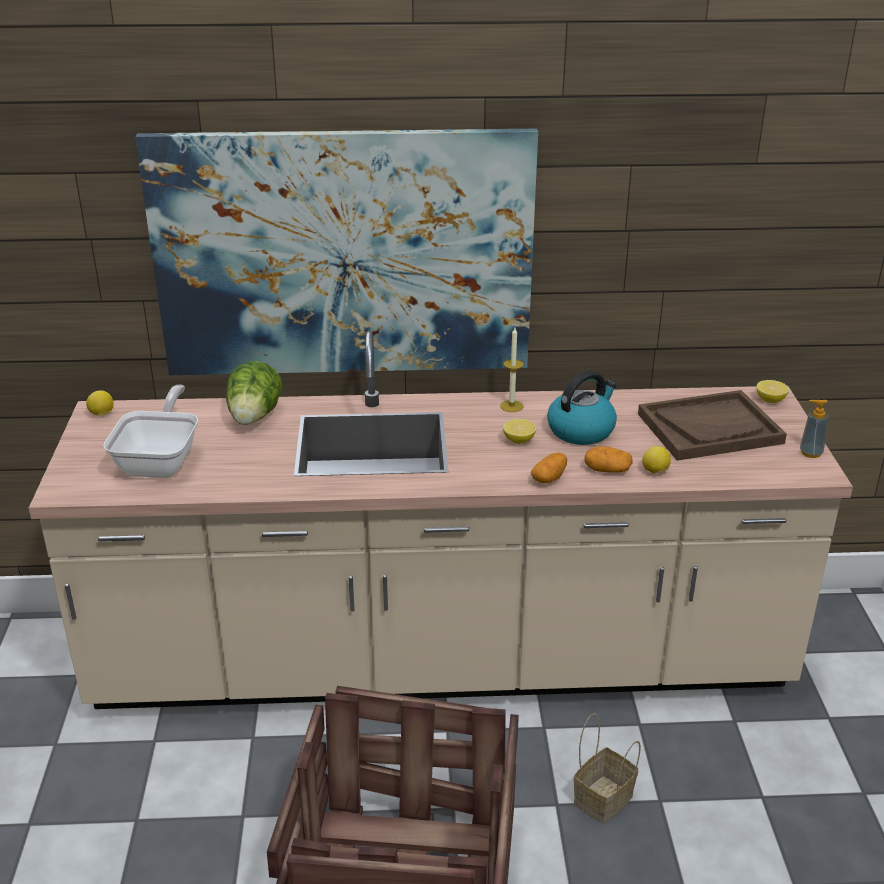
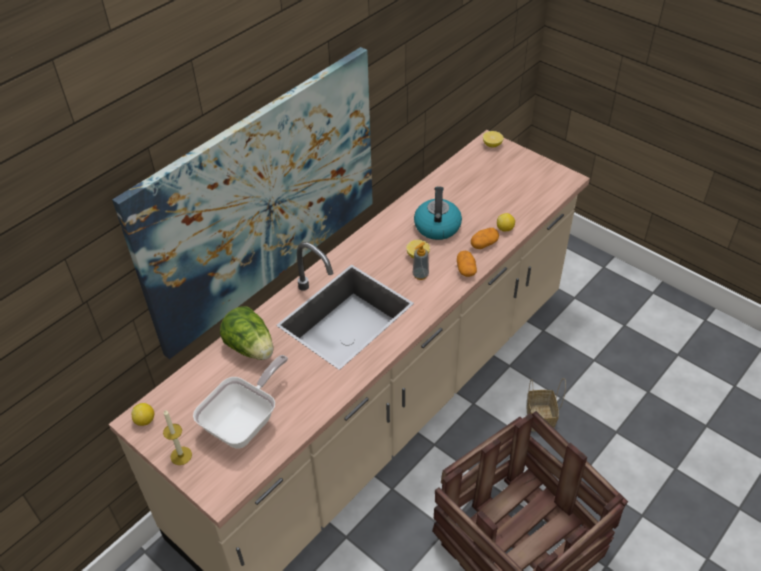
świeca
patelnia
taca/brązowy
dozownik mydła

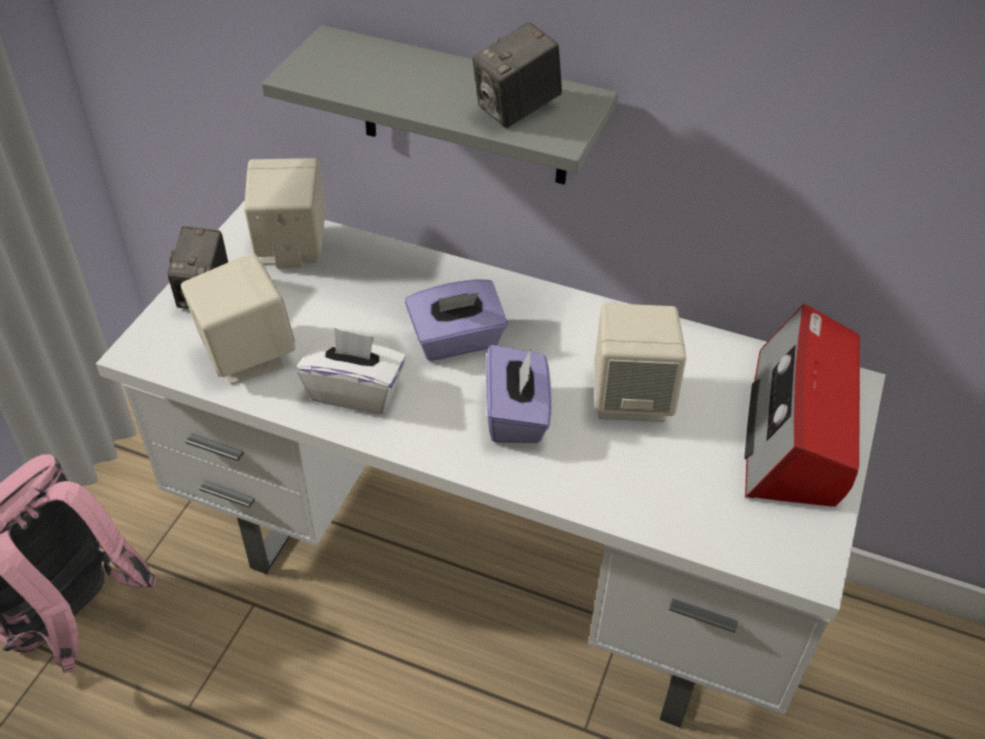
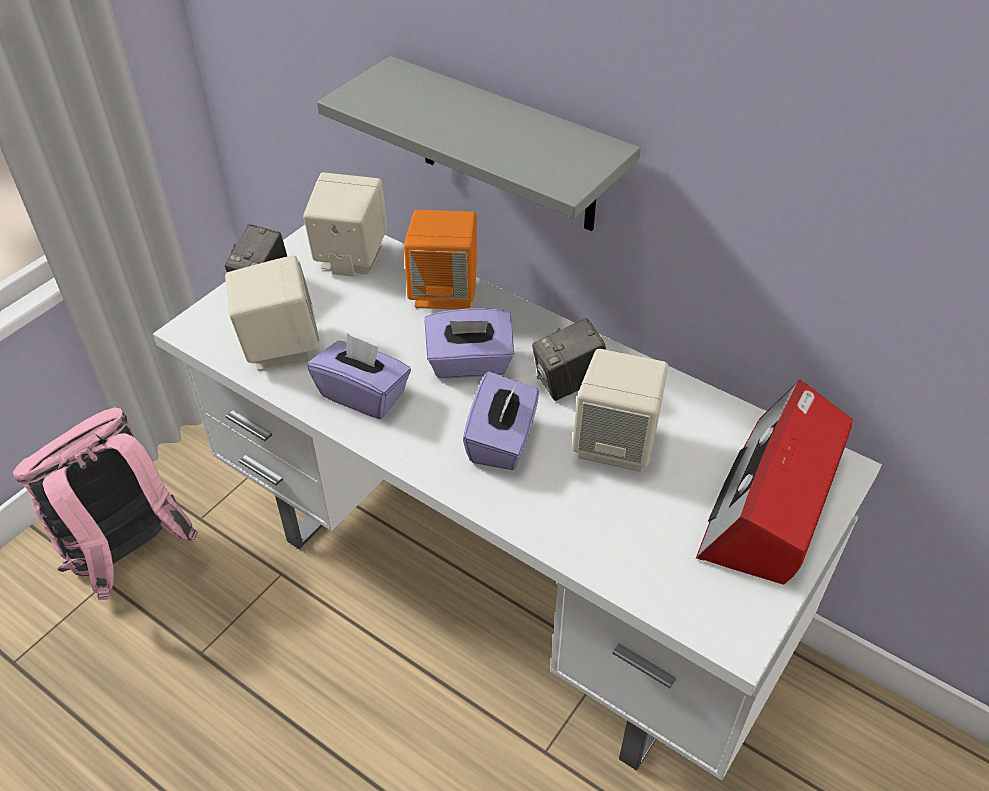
aparat fotograficzny (no. 2 from left)
pudełko chusteczek/fioletowy (no. 1 from left)
głośnik/pomarańczowy

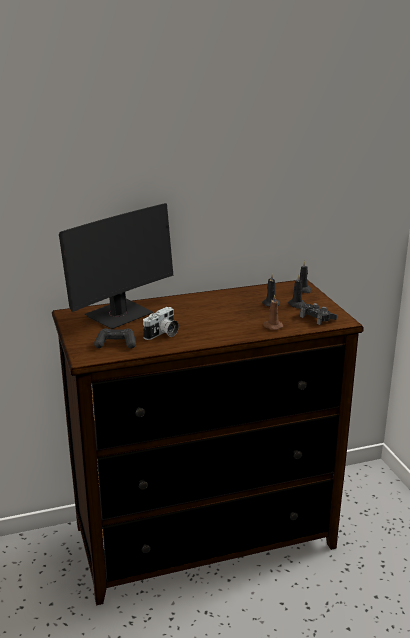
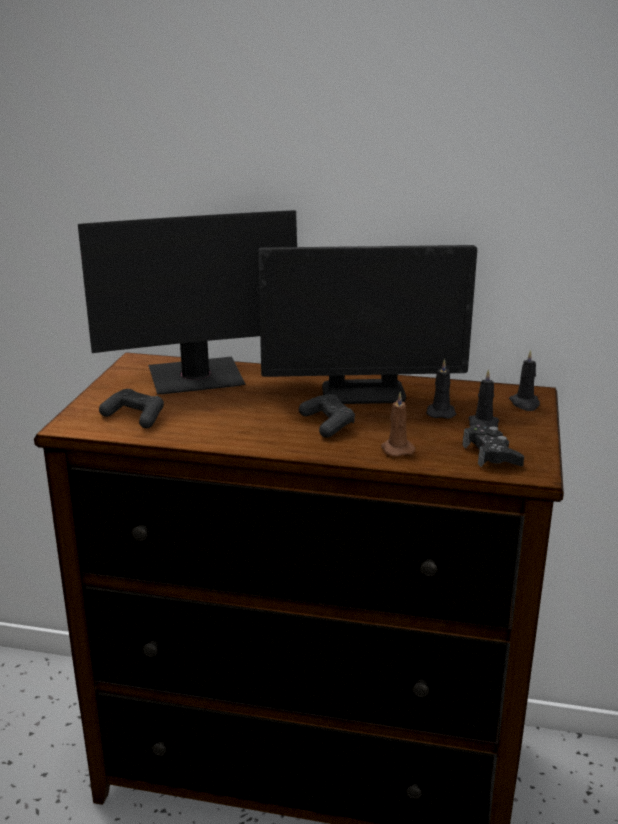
aparat fotograficzny
monitor (no. 2 from left)
pad do gier/czarny (no. 2 from left)

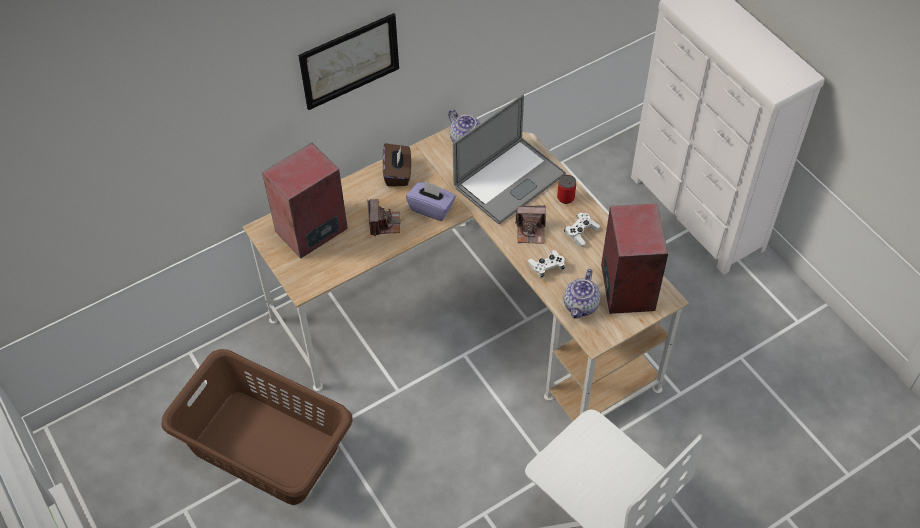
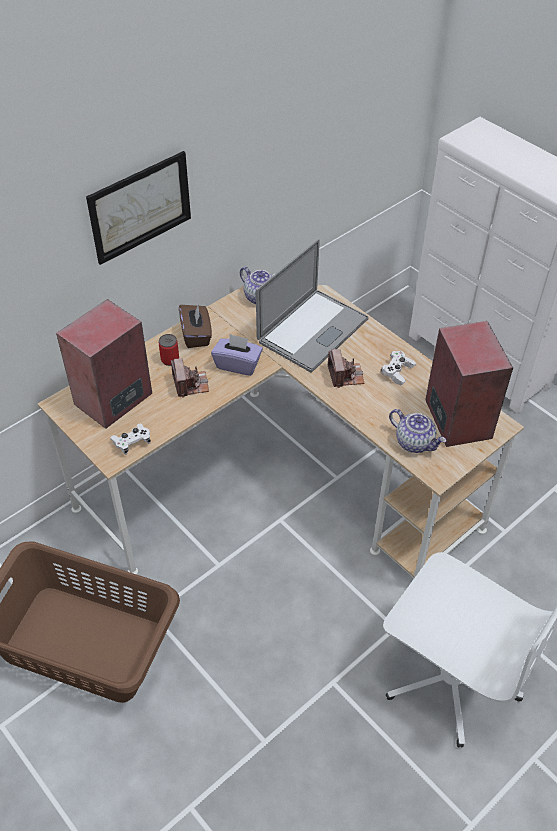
puszka
aparat fotograficzny (no. 2 from left)
pad do gier/biały (no. 1 from left)
imbryk (no. 2 from left)

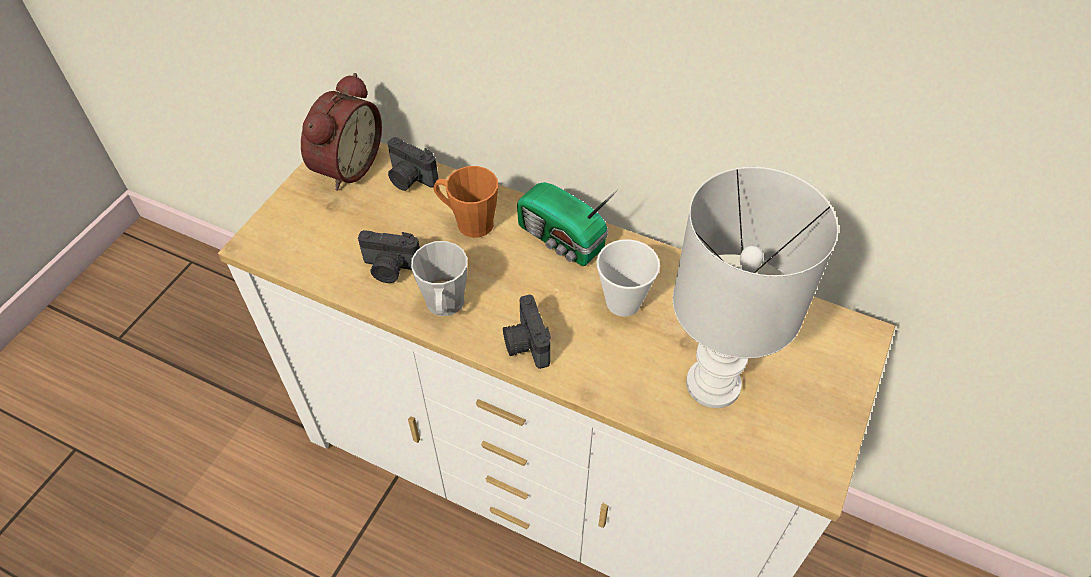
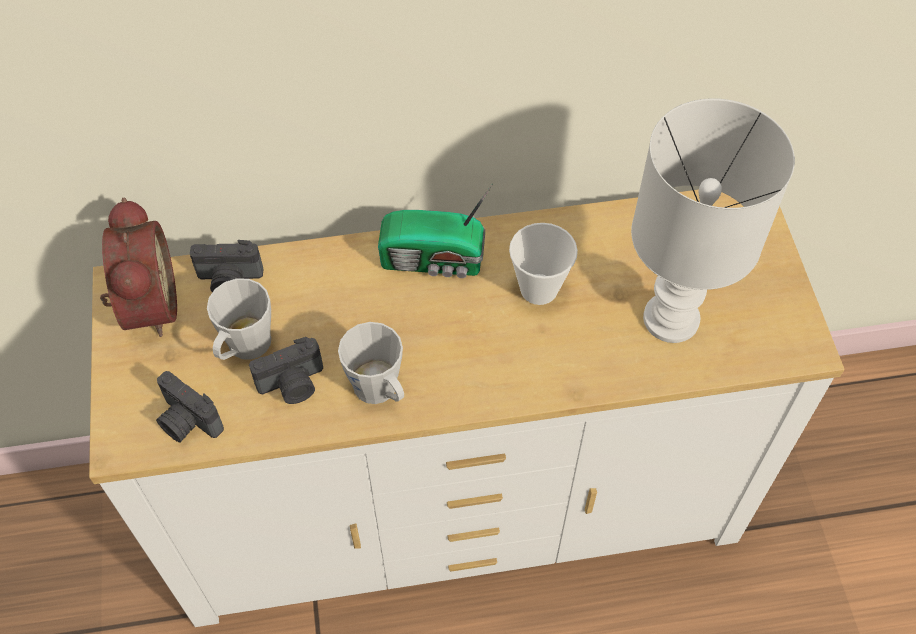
kubek/pomarańczowy
aparat fotograficzny (no. 1 from left)
kubek/szary (no. 1 from left)

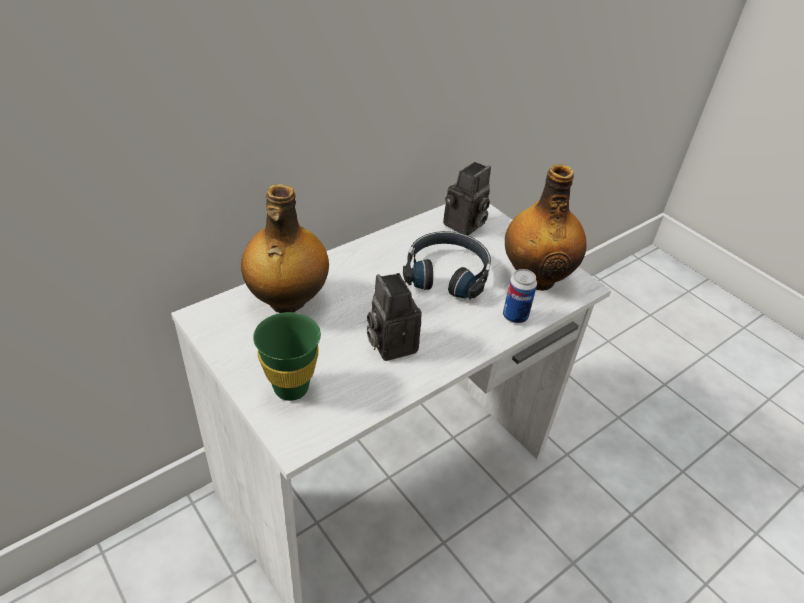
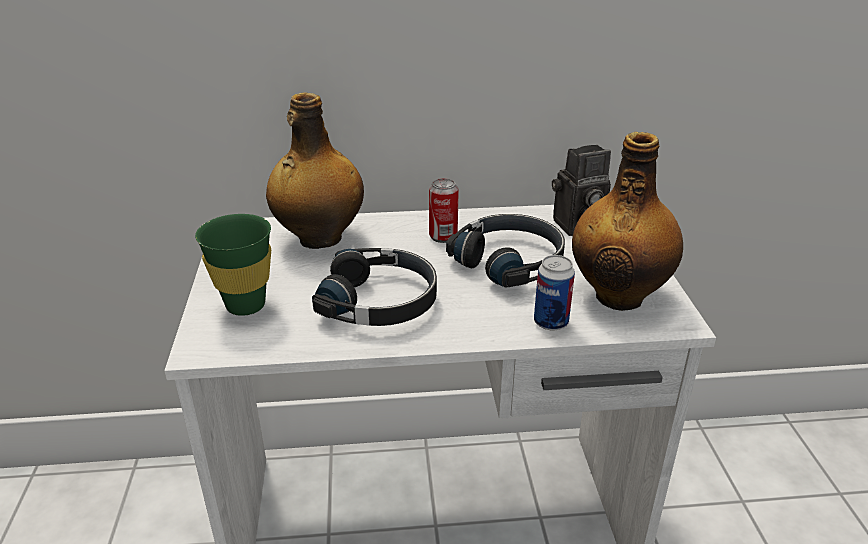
słuchawki/czarny (no. 1 from left)
puszka (no. 1 from left)

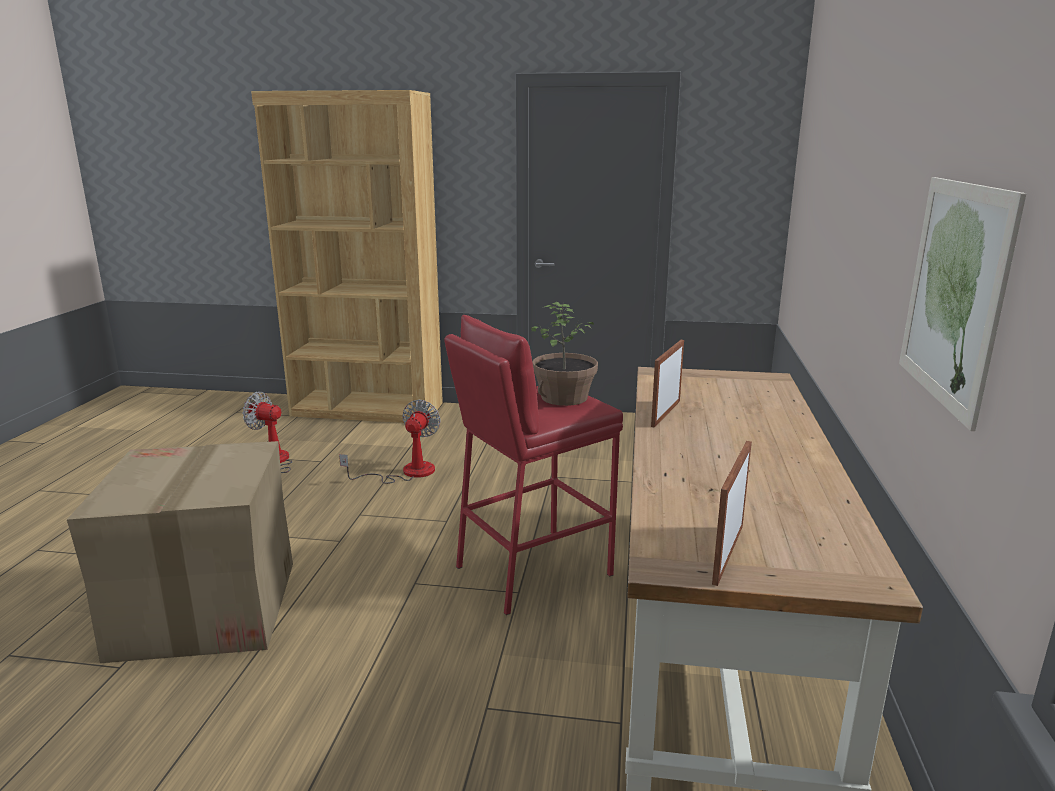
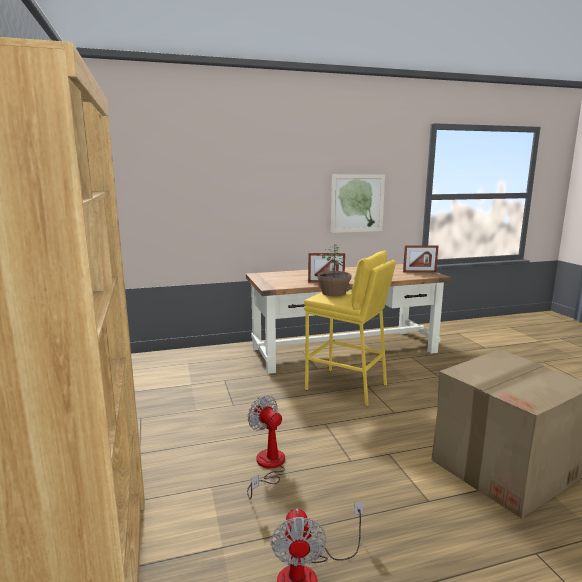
stołek/żółty
wentylator (no. 1 from left)

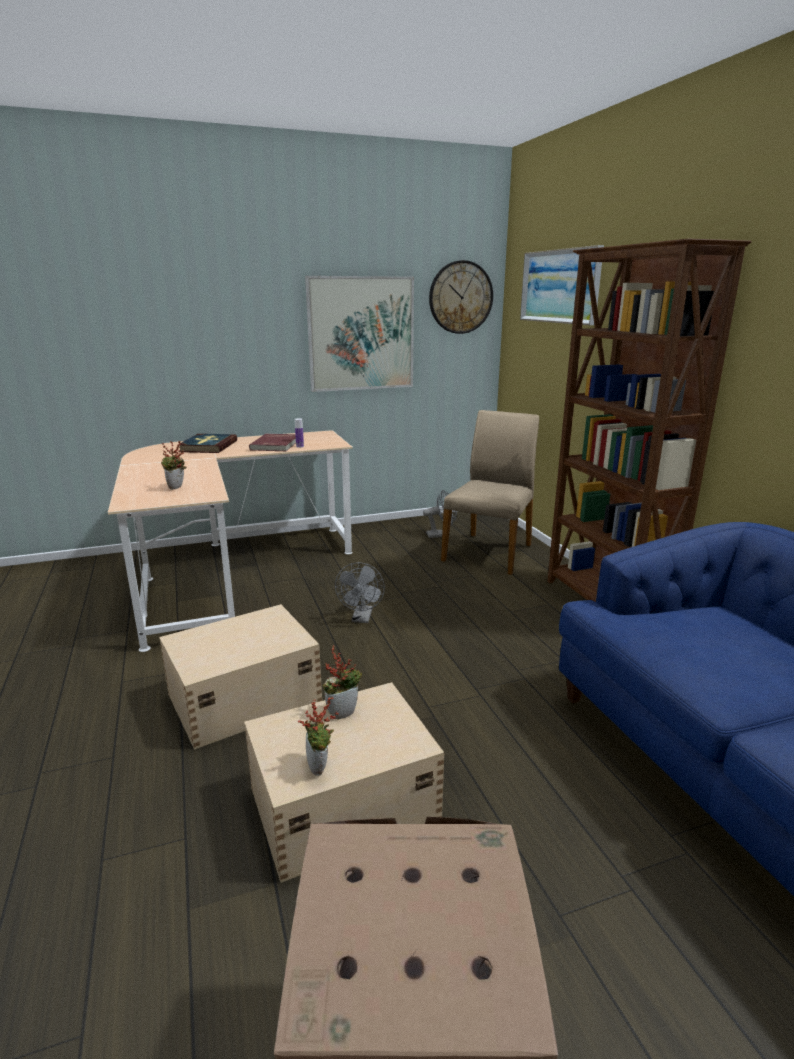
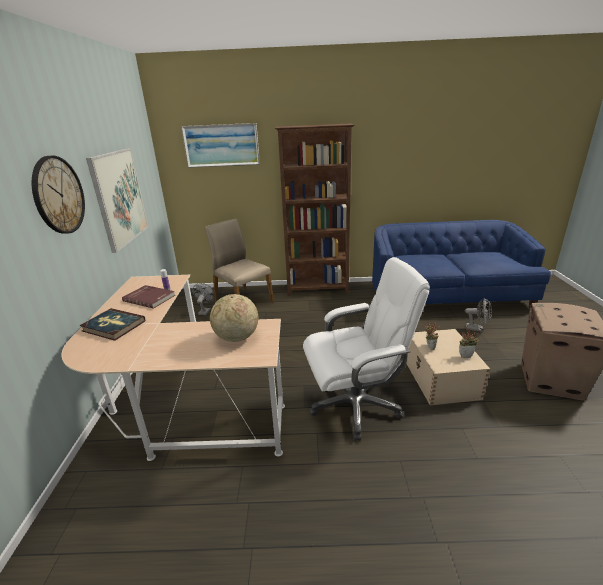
zegar ścienny
globus
wentylator/szary (no. 2 from left)
krzesło biurowe/biały

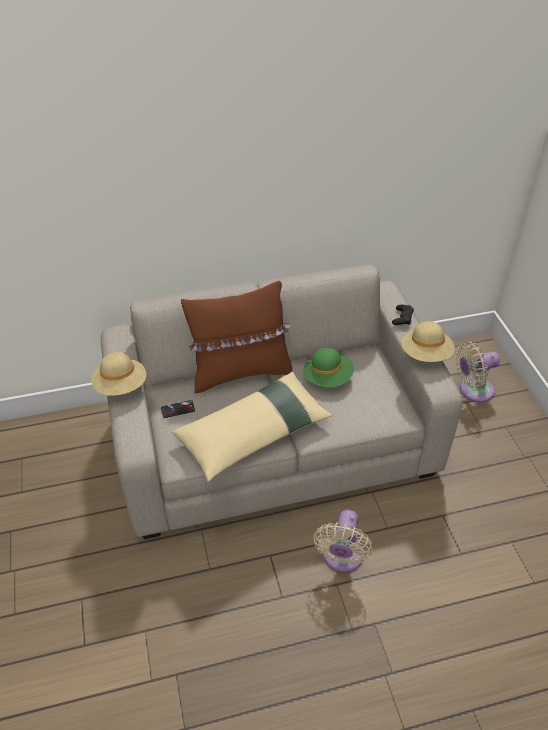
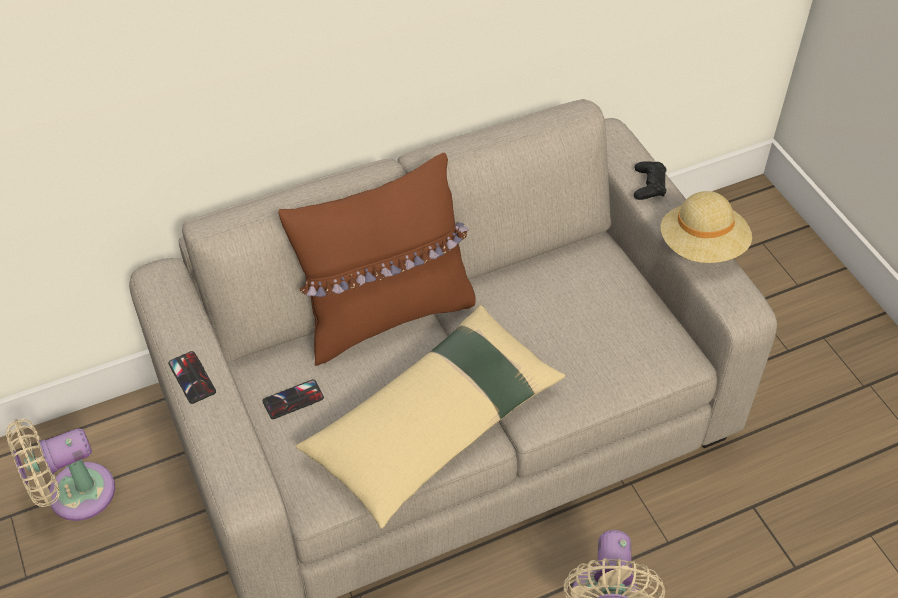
wentylator/beżowy (no. 1 from left)
kapelusz/zielony
telefon (no. 1 from left)

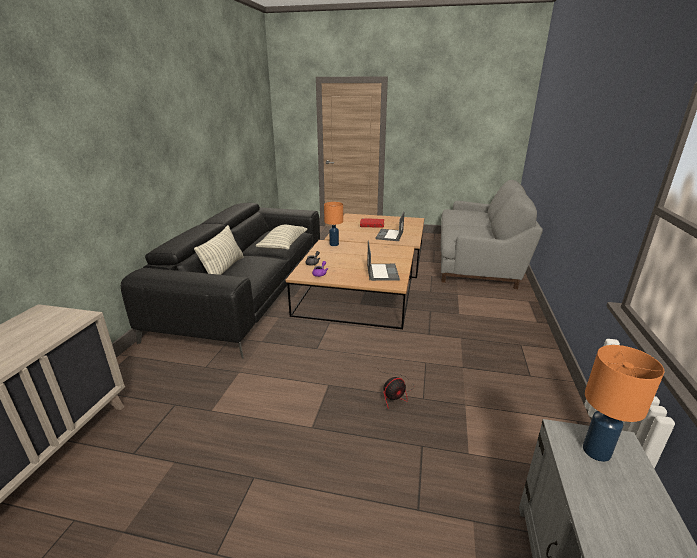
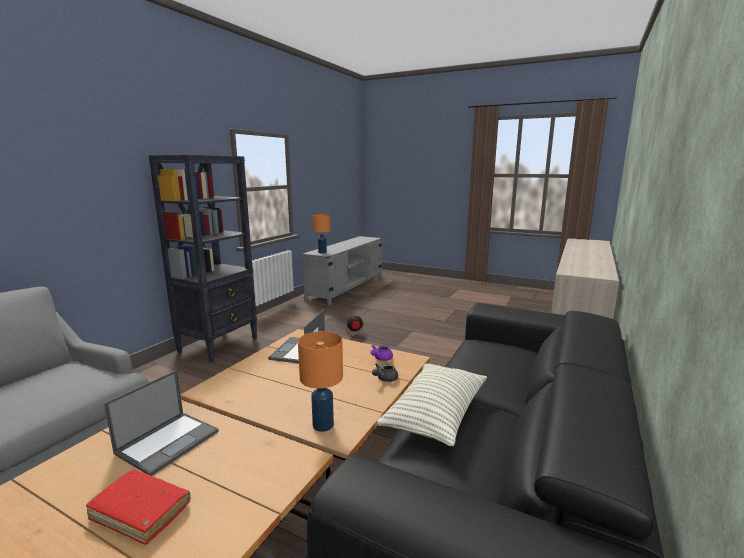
poduszka (no. 1 from left in the first image)
regał/czarny

